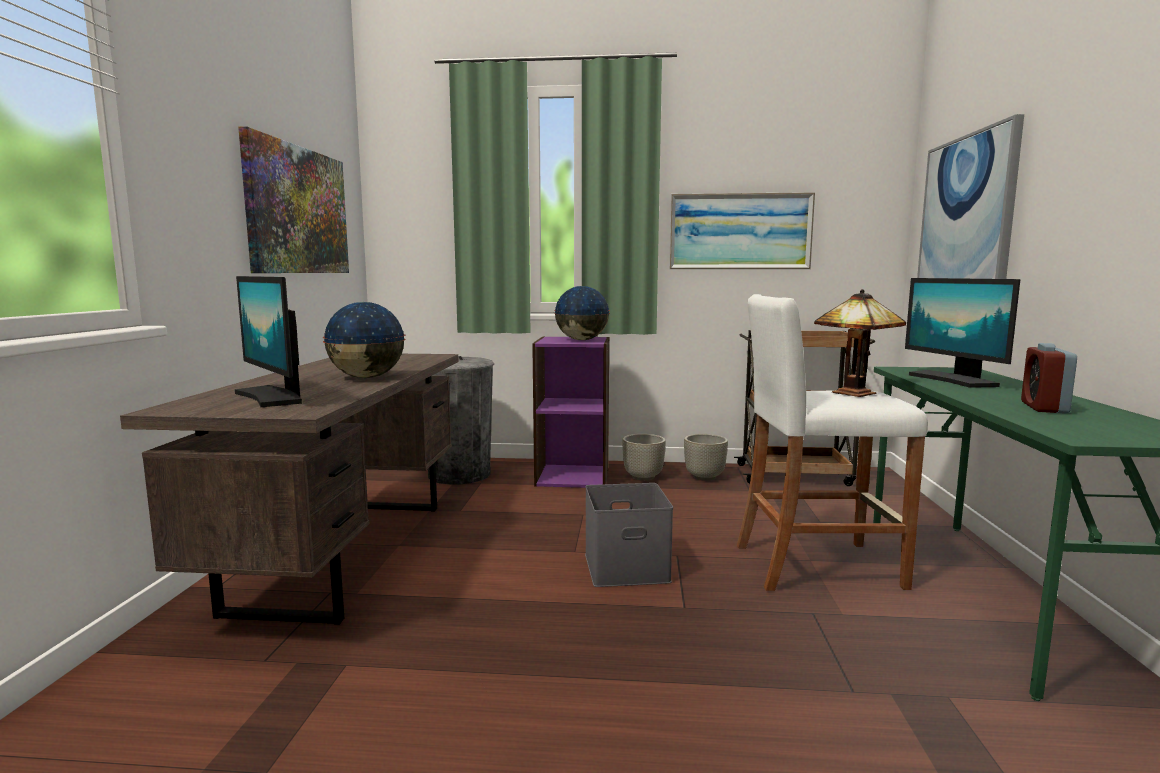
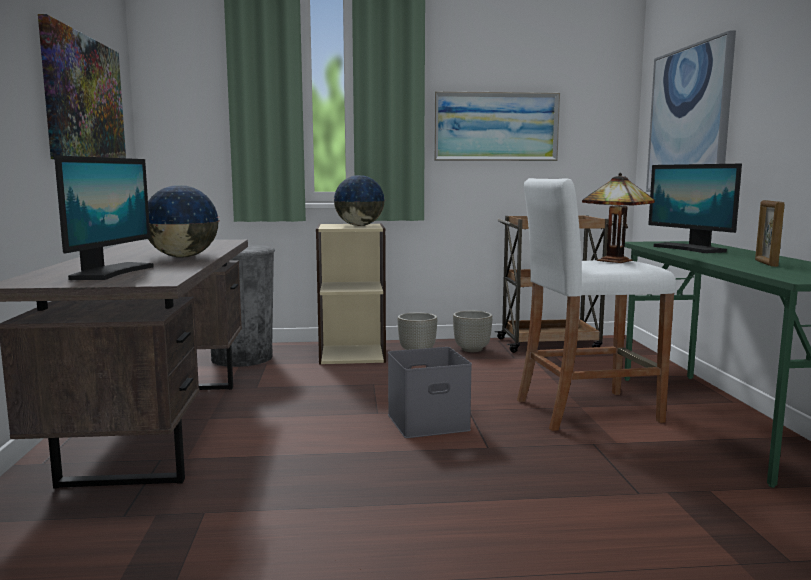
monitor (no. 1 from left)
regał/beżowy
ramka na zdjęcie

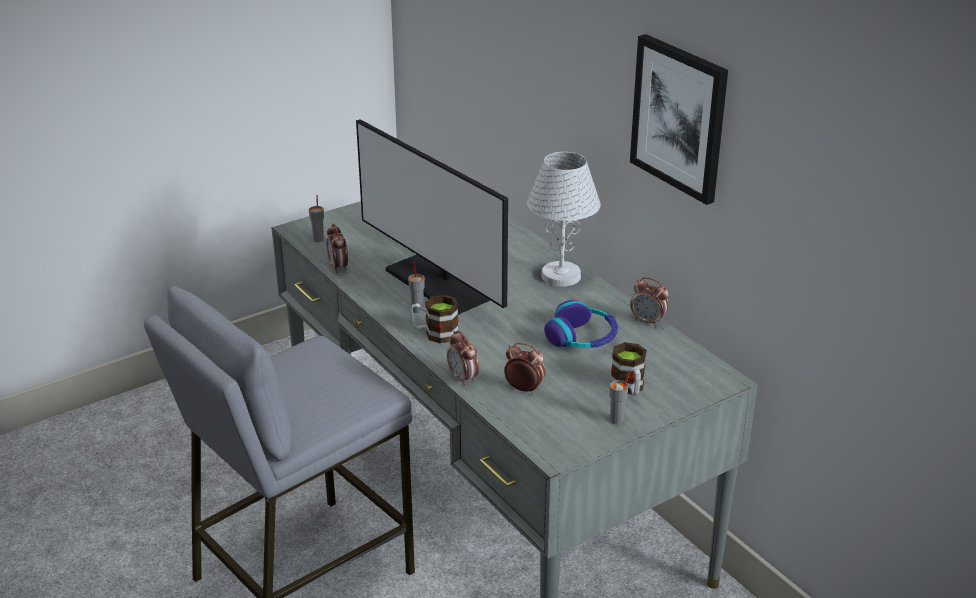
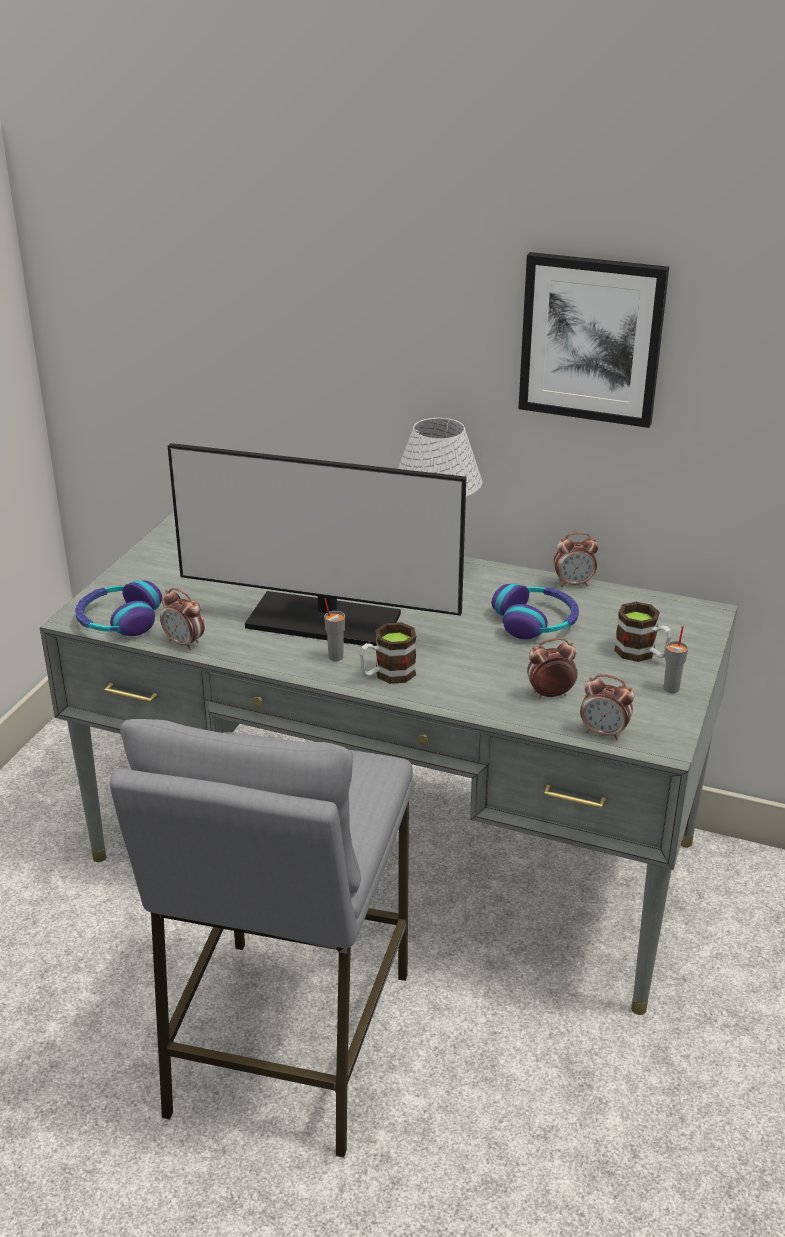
słuchawki (no. 1 from left)
budzik (no. 4 from left)

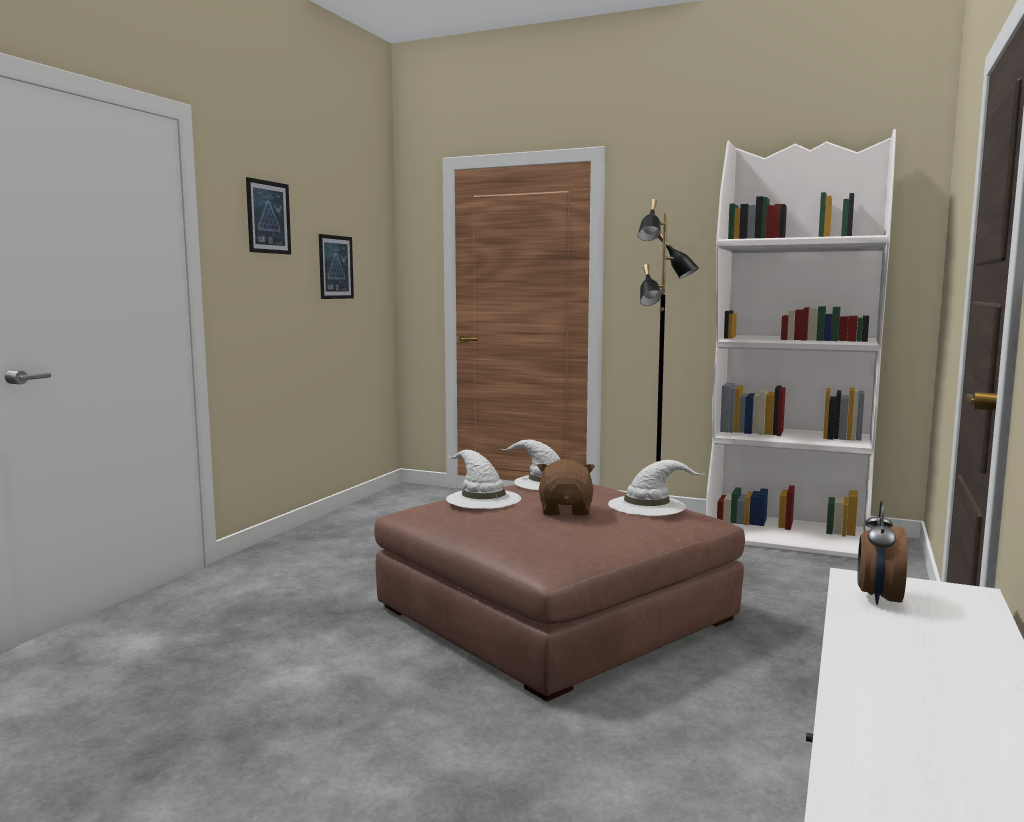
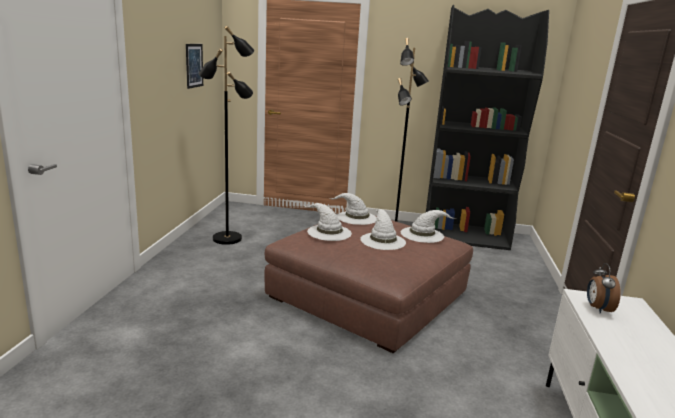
regał/czarny
obraz (no. 1 from left in the first image)
kapelusz/biały (no. 3 from left)
lampa stojąca/czarny (no. 1 from left)

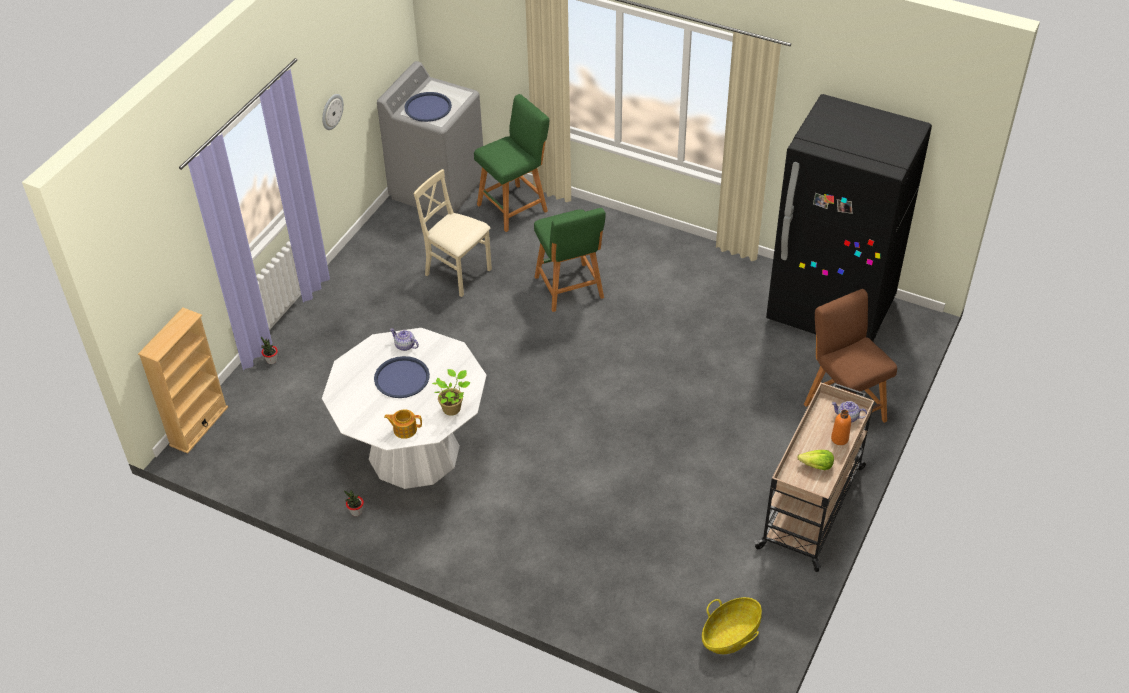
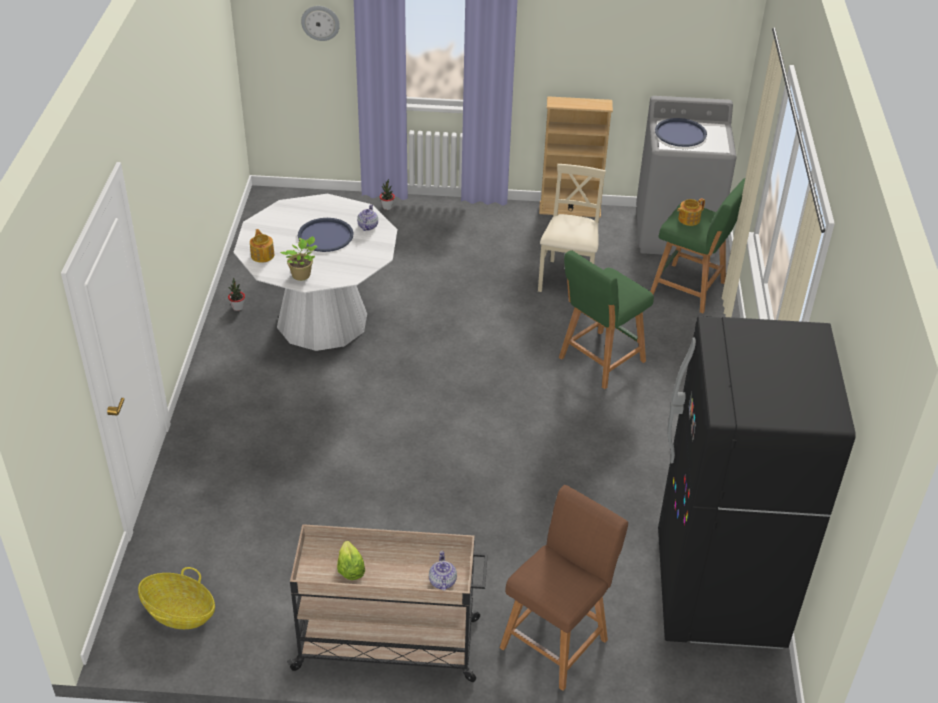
zegar ścienny
regał/beżowy
butelka/pomarańczowy
imbryk (no. 4 from left)

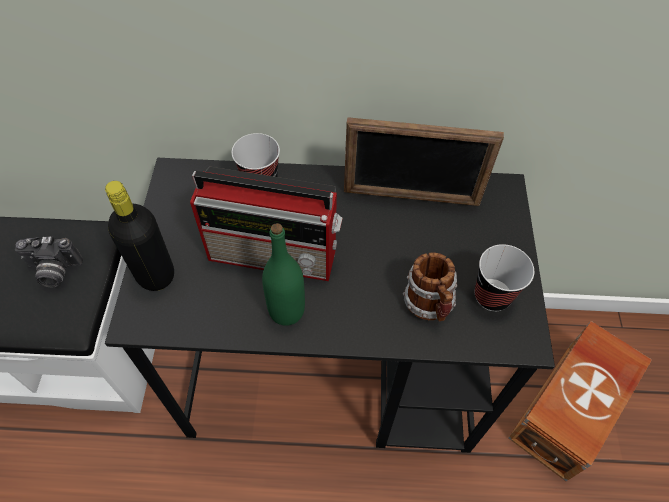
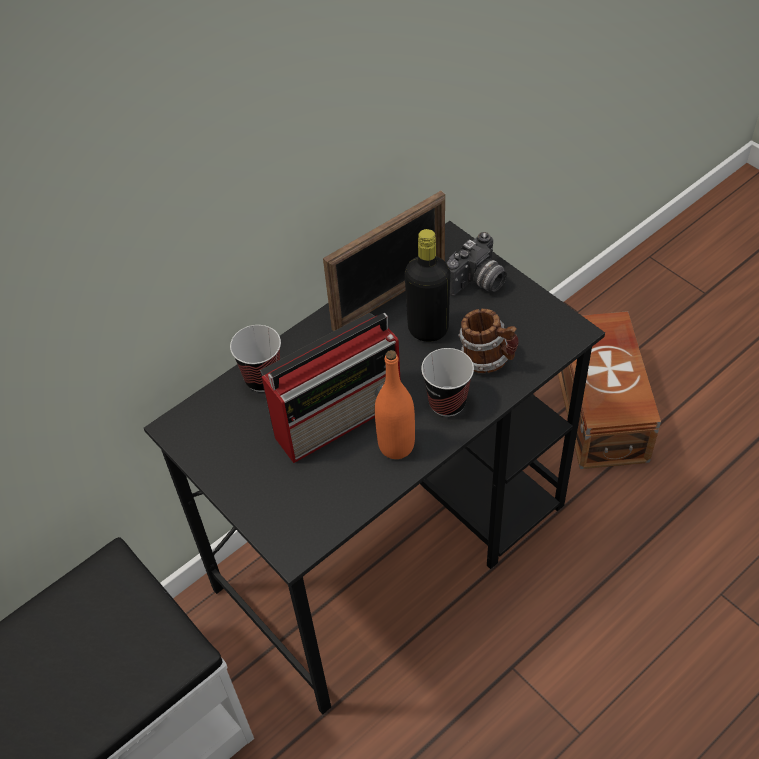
butelka/czarny
butelka/pomarańczowy
aparat fotograficzny
filiżanka (no. 2 from left)

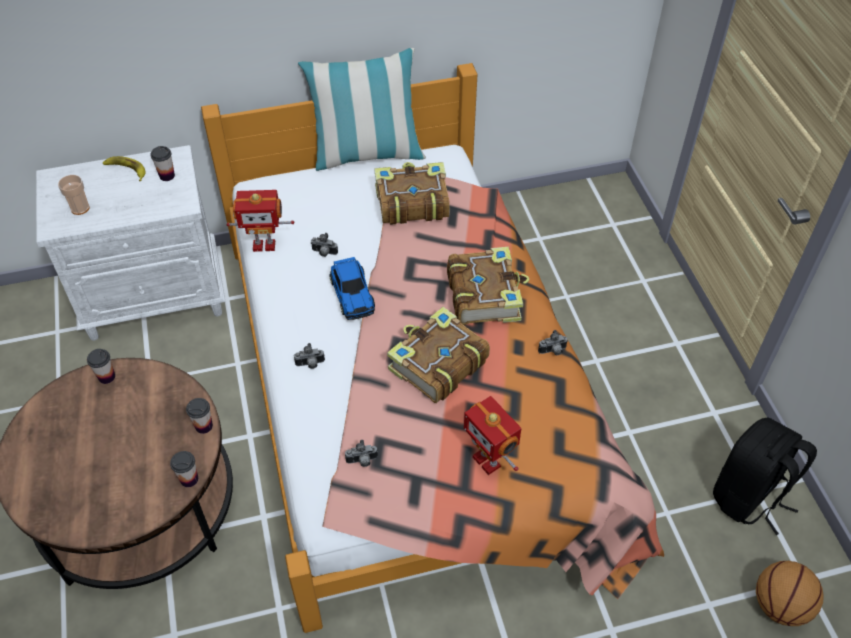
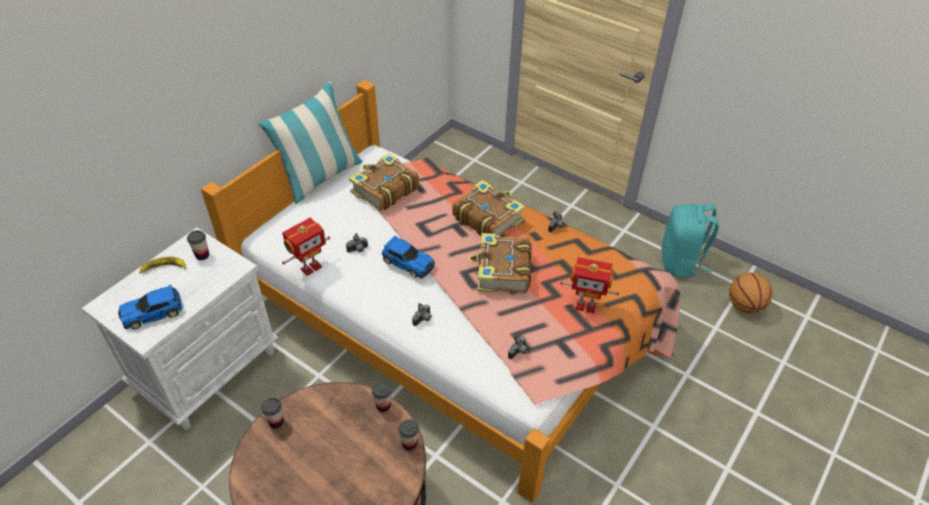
samochodzik (no. 1 from left)
plecak/turkusowy

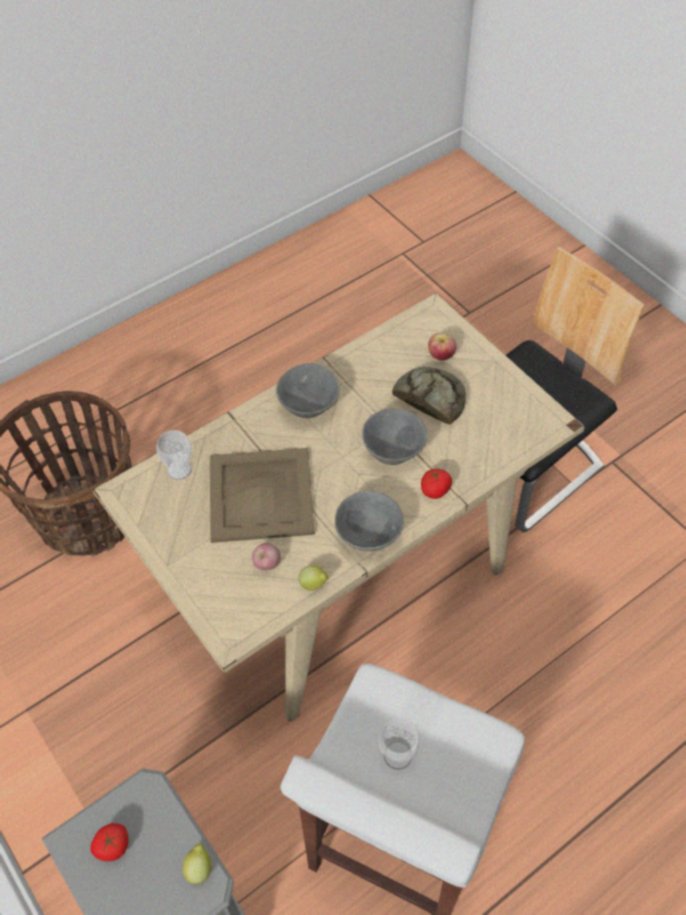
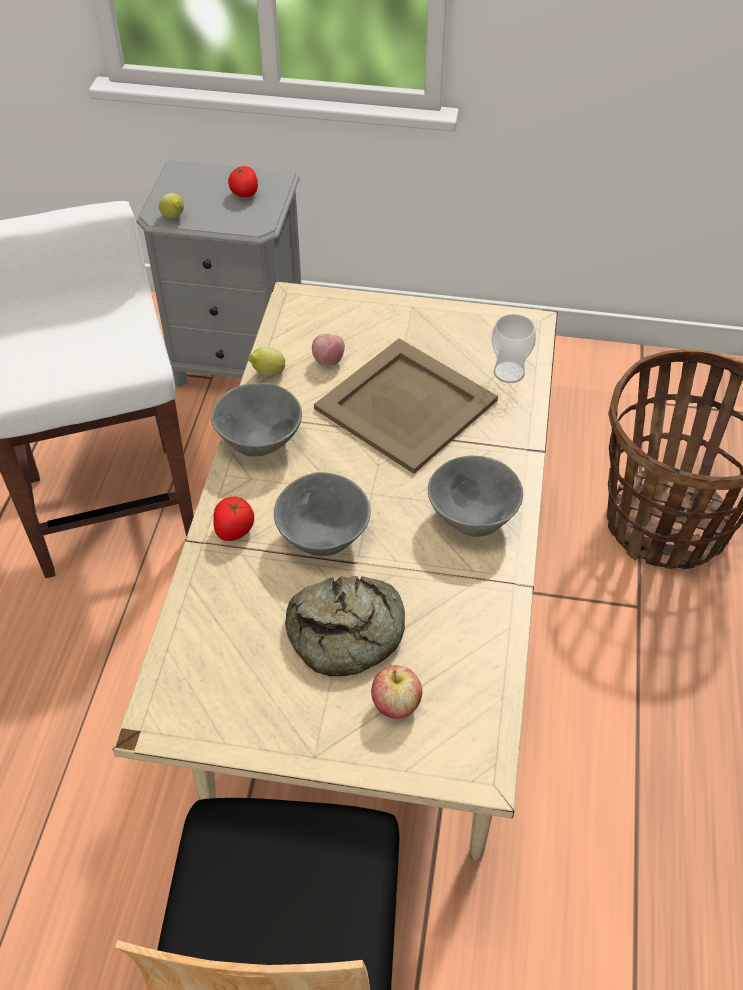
filiżanka (no. 2 from left in the first image)

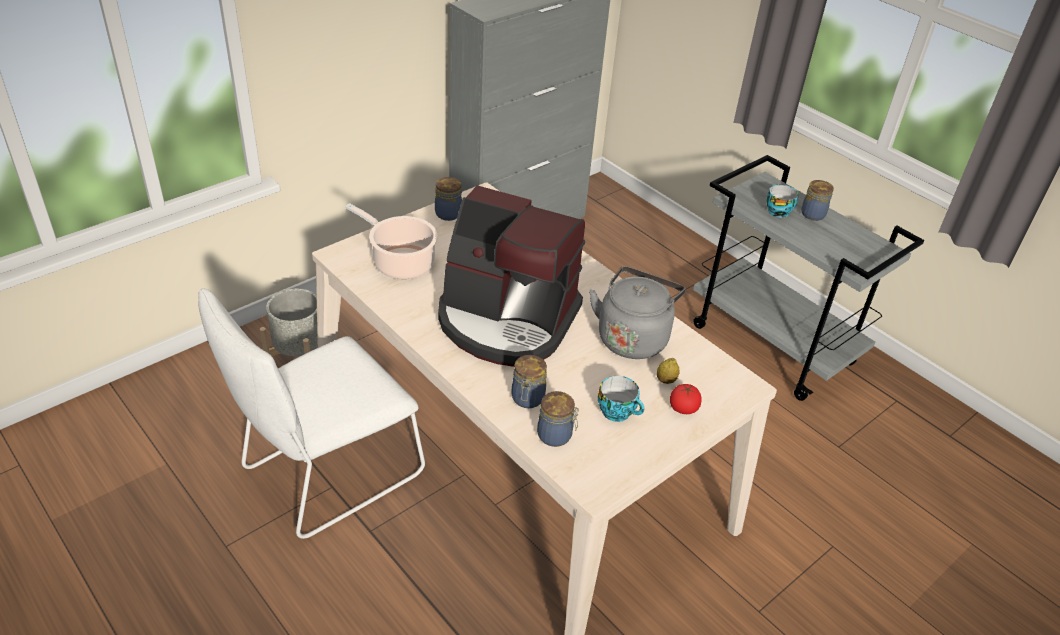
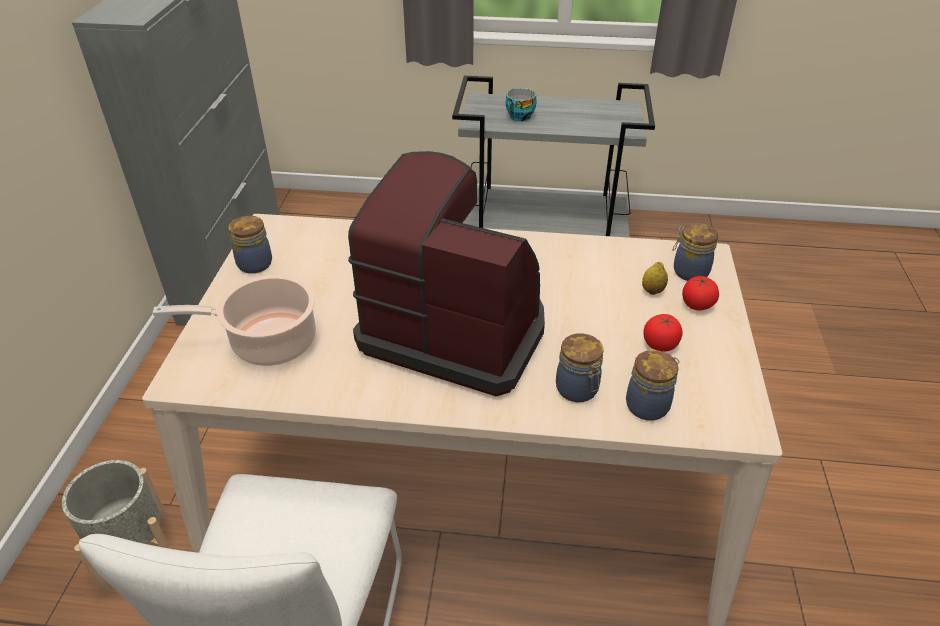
słoik (no. 4 from left)
ekspres do kawy
czajnik/szary
pomidor (no. 1 from left)

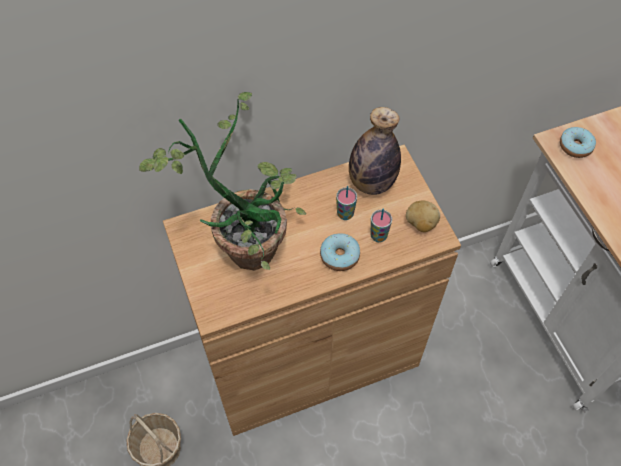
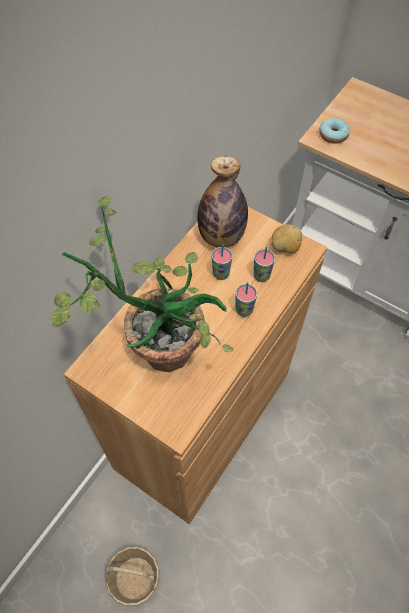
filiżanka (no. 2 from left)

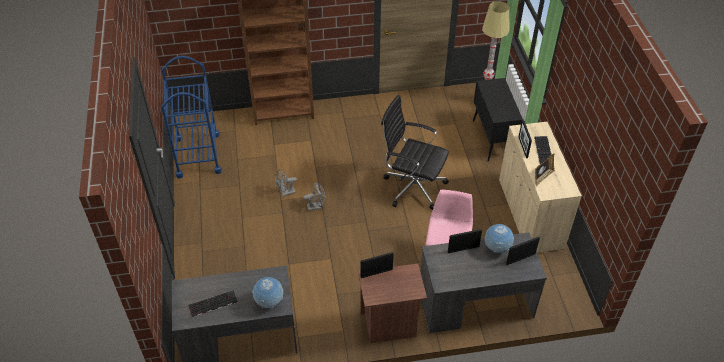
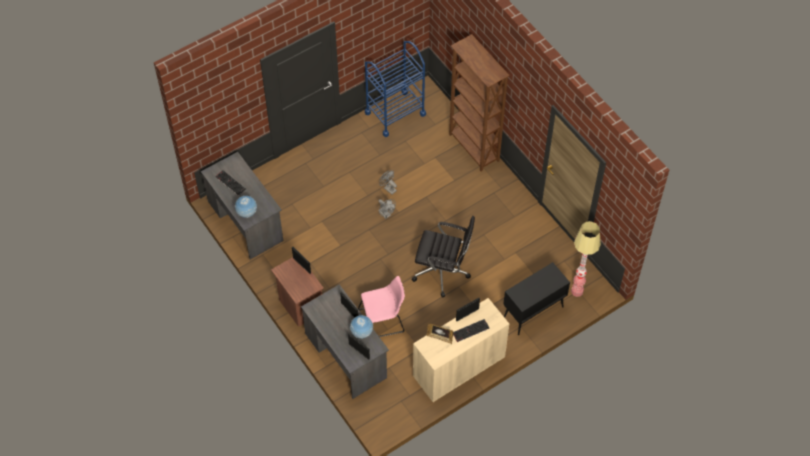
krzesło biurowe/czarny

